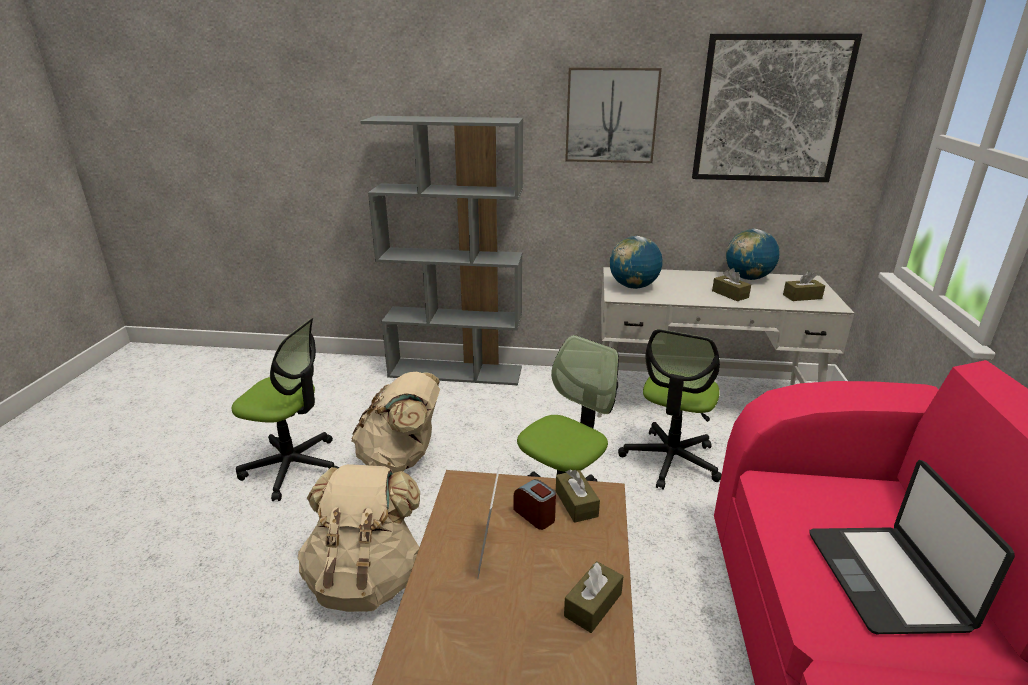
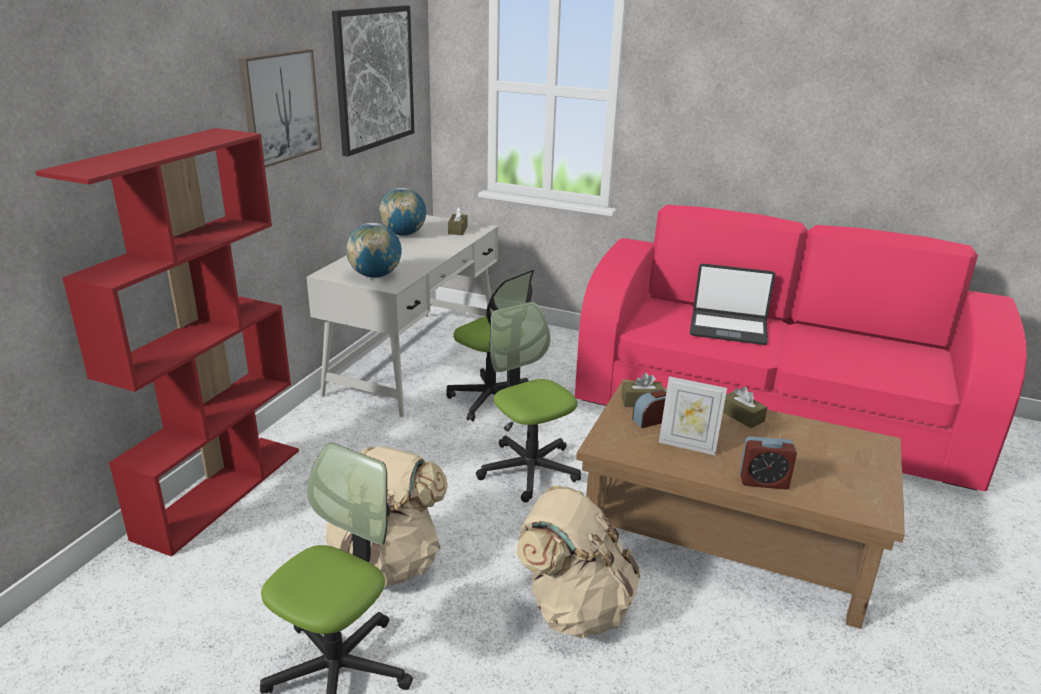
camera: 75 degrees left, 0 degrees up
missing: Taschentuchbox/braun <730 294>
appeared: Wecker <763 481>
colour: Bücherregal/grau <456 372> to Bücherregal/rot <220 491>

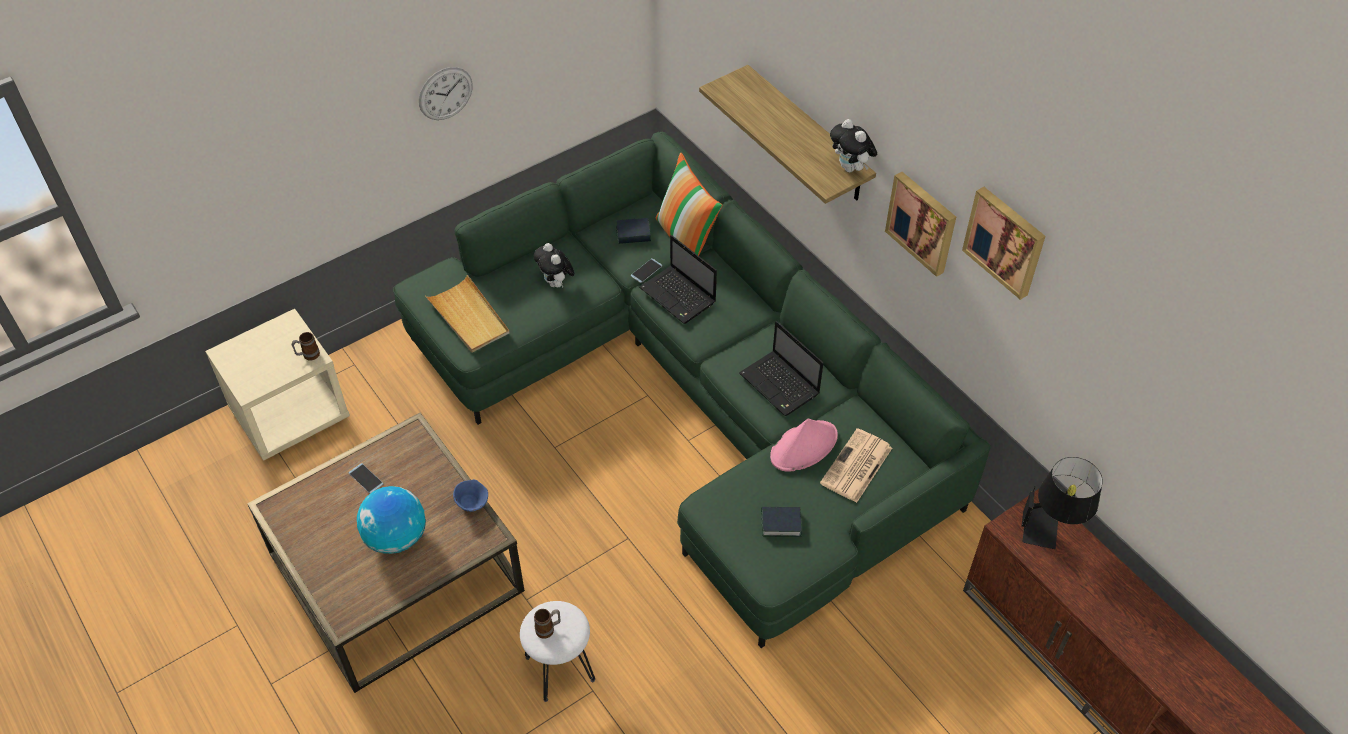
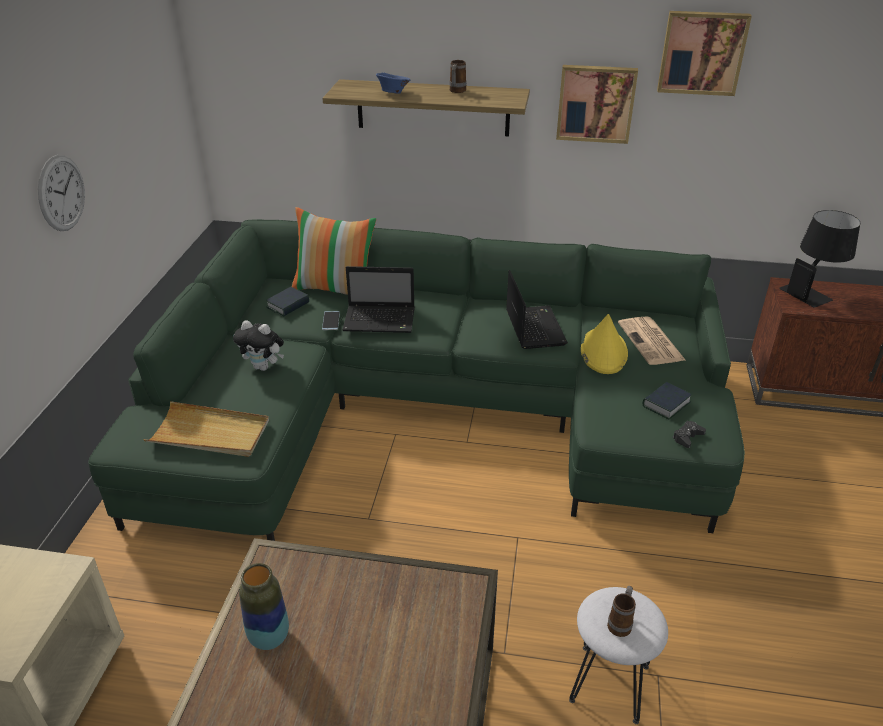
camera: 45 degrees left, 15 degrees down
missing: Globus <396 537>; Plüschtier <851 168>
appeared: Gamepad/schwarz <687 437>
relocated: Henkelbecher <308 356> to <456 91>; Schüssel/blau <472 504> to <393 93>
exchanged: Handy <366 478> to Vase <269 637>
colour: Hut/rosa <804 446> to Hut/gelb <603 352>
spun: Laptop <780 385> = <534 327> 105 degrees counterclockwise

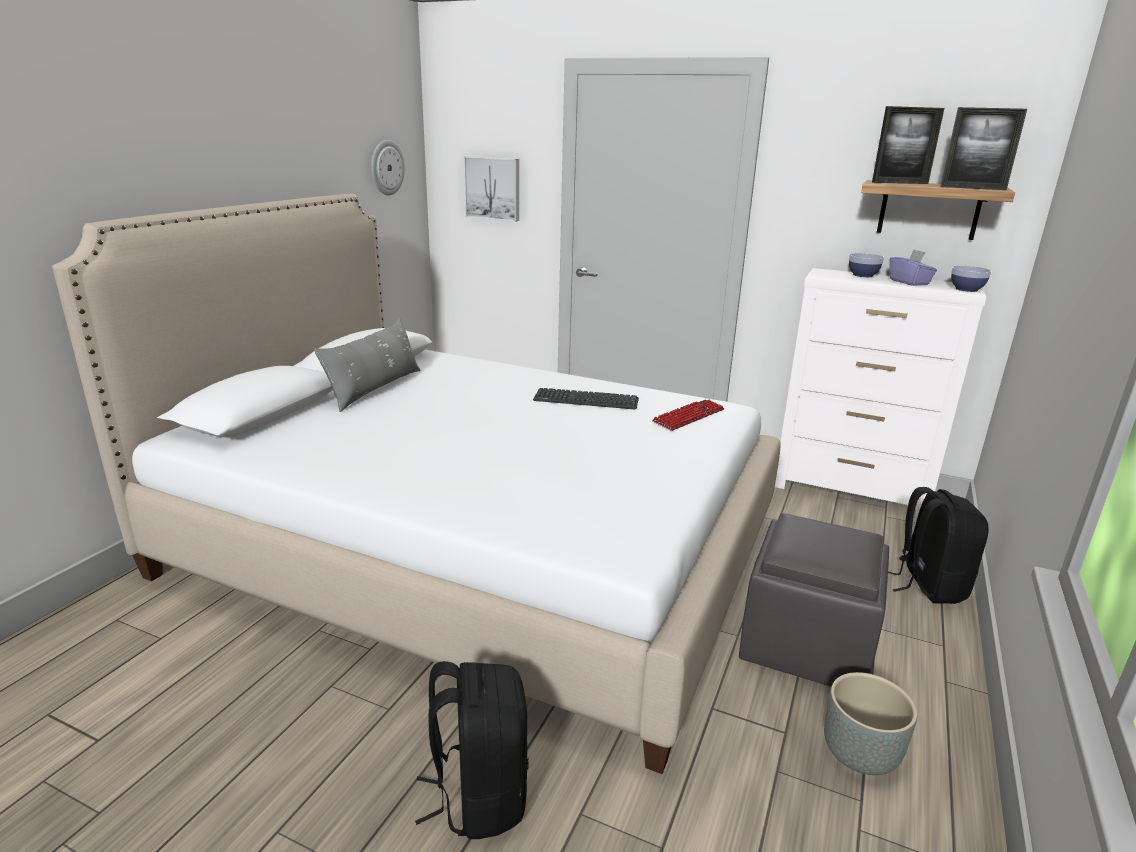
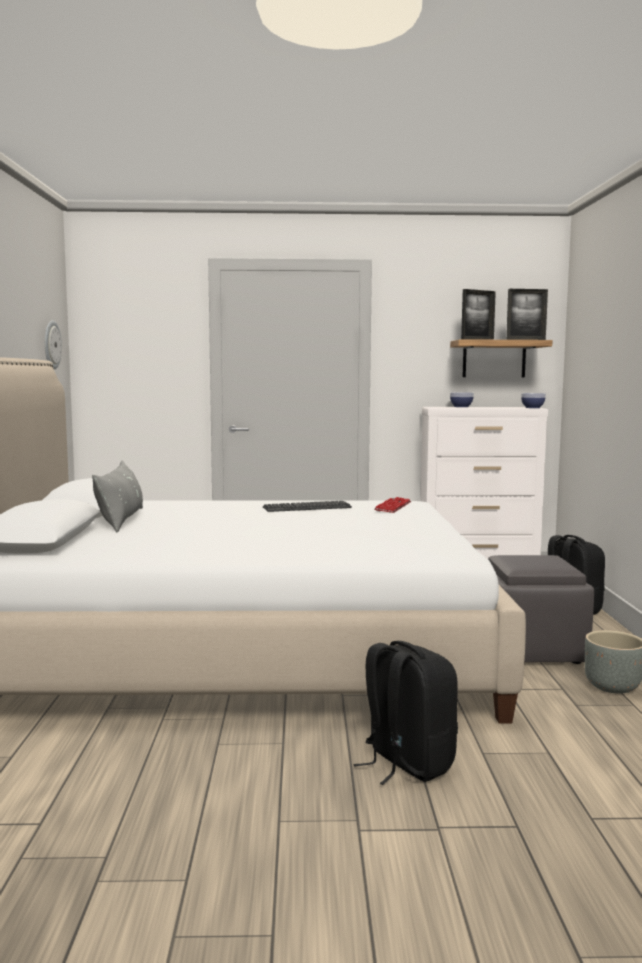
camera: 25 degrees left, 15 degrees down
missing: Bild <493 188>; Taschentuchbox/lila <909 282>

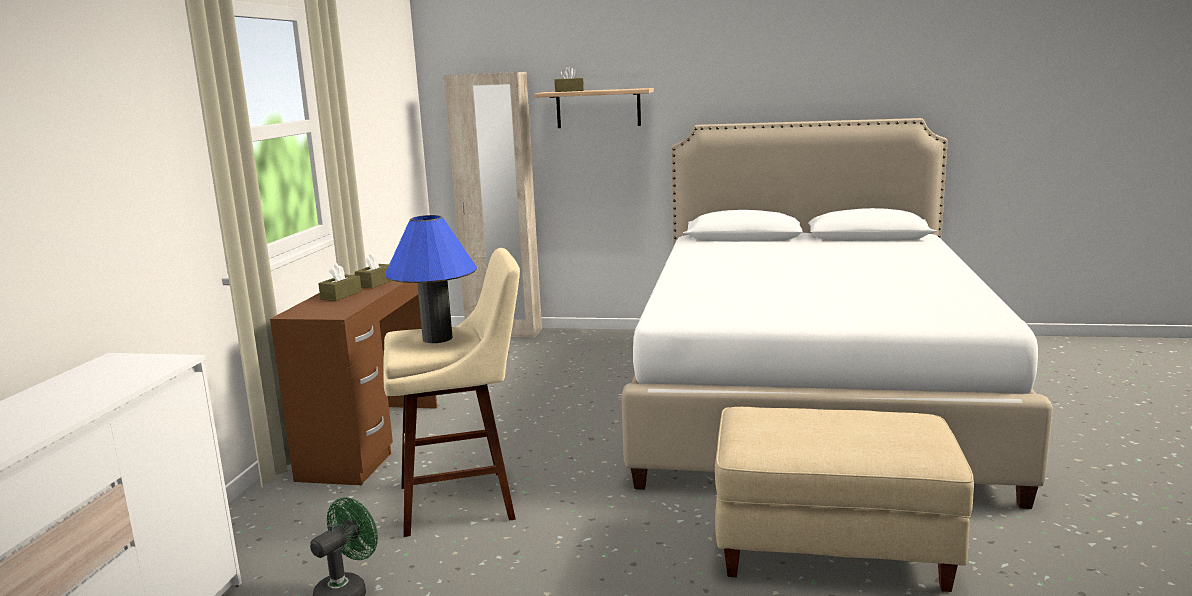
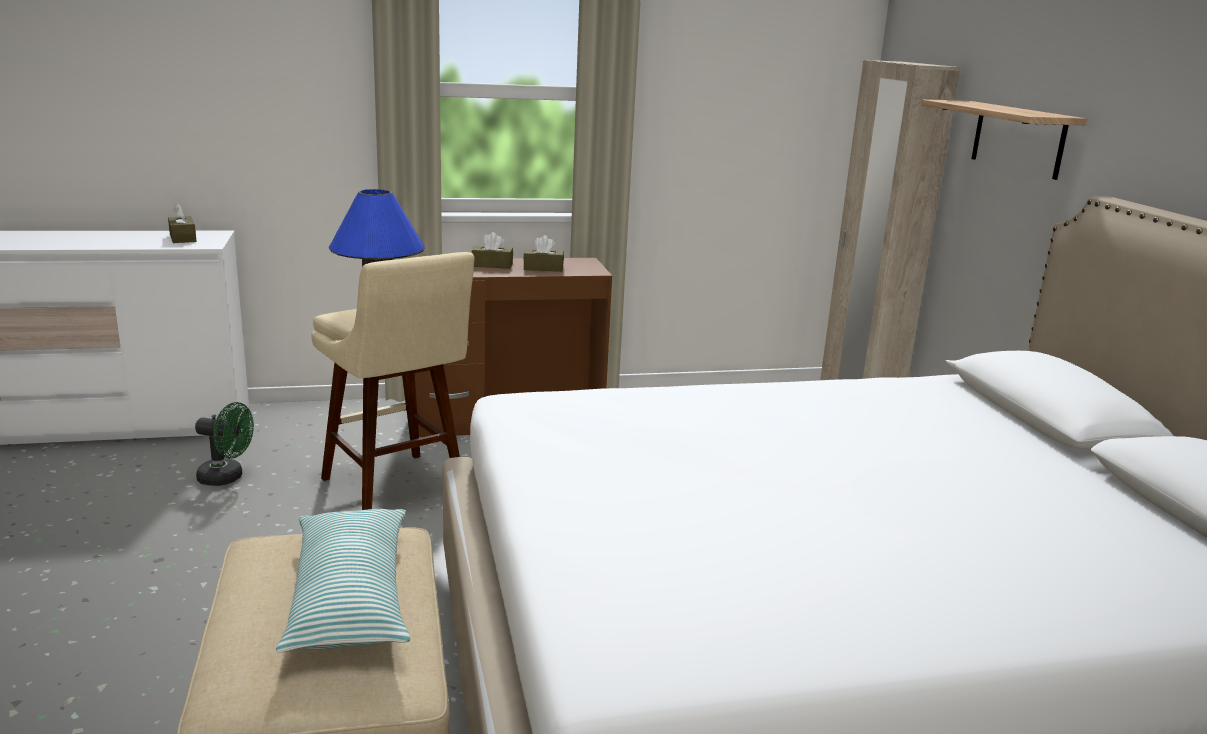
camera: 65 degrees right, 5 degrees up
appeared: Kissen <350 597>
relocated: Taschentuchbox/braun <569 91> to <183 238>

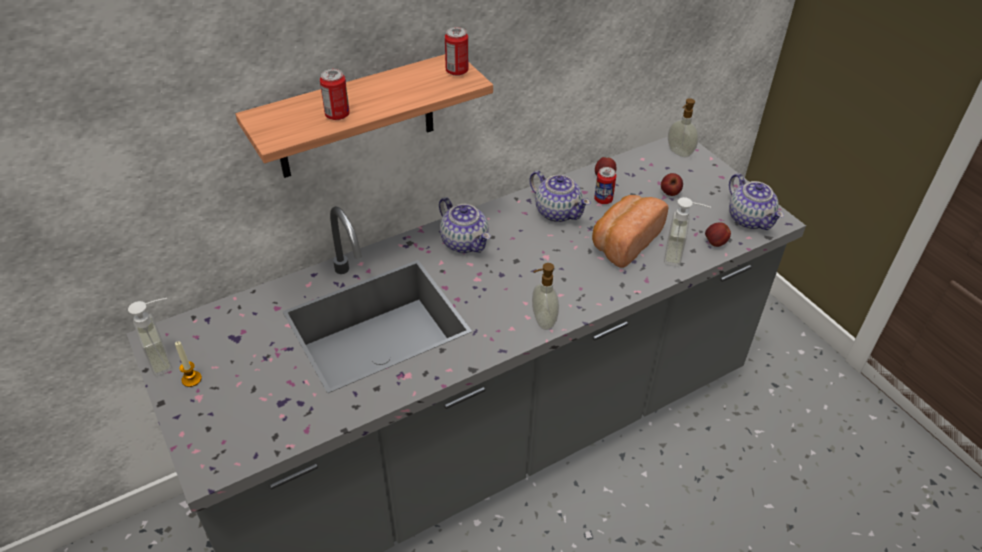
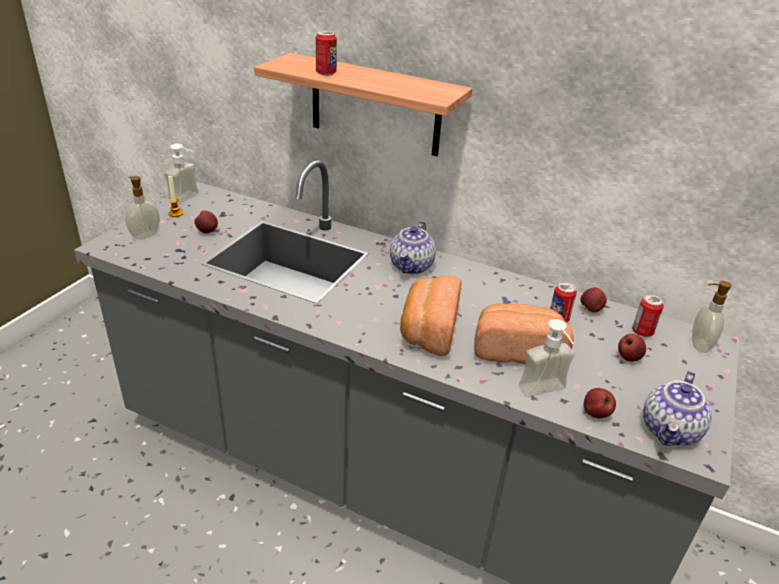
camera: 55 degrees right, 10 degrees down
missing: Teekanne <557 212>
appeared: Apfel <207 231>; Brot <428 330>
relocated: Dose <457 71> to <642 332>; Seifenspender <542 321> to <145 235>

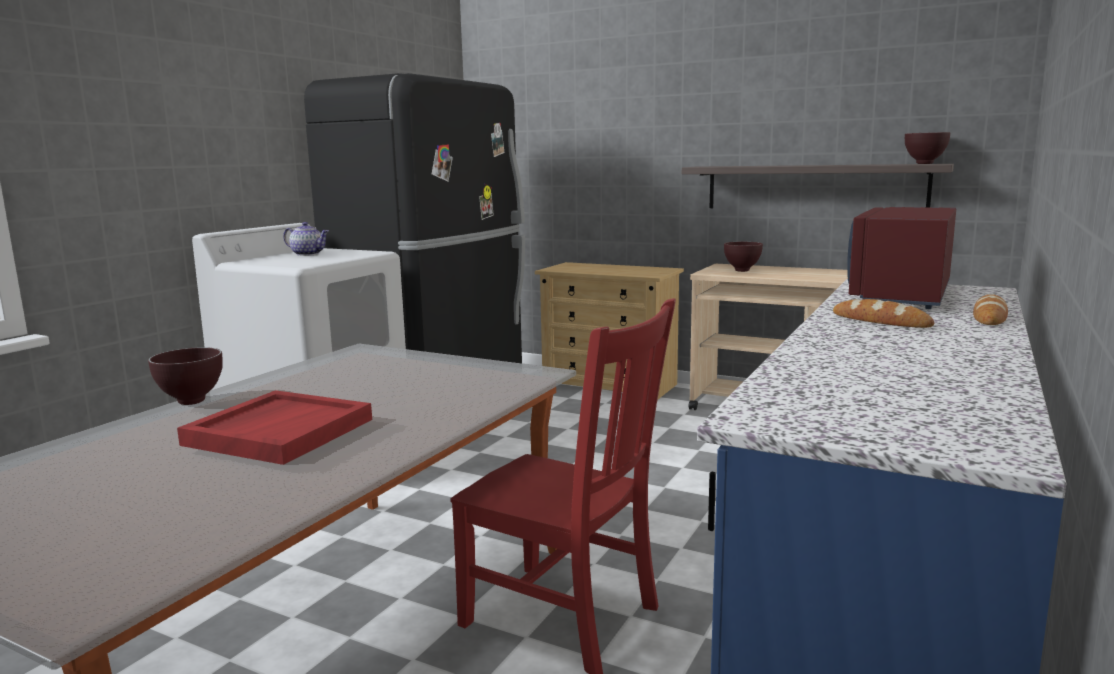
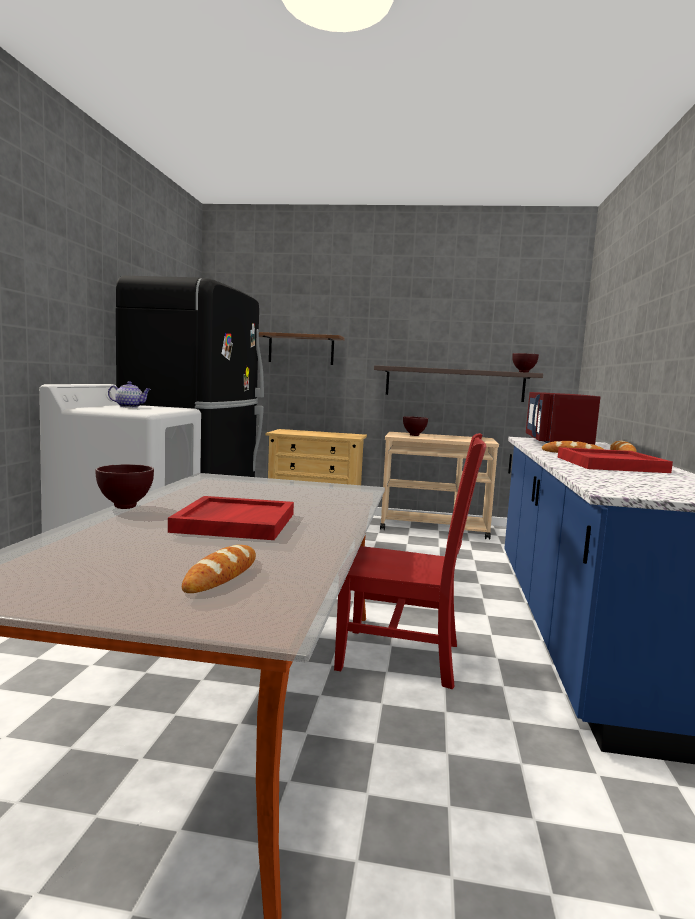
camera: 20 degrees left, 5 degrees down
appeared: Brot <221 575>; Wandregal <301 349>; Tablett/rot <610 464>

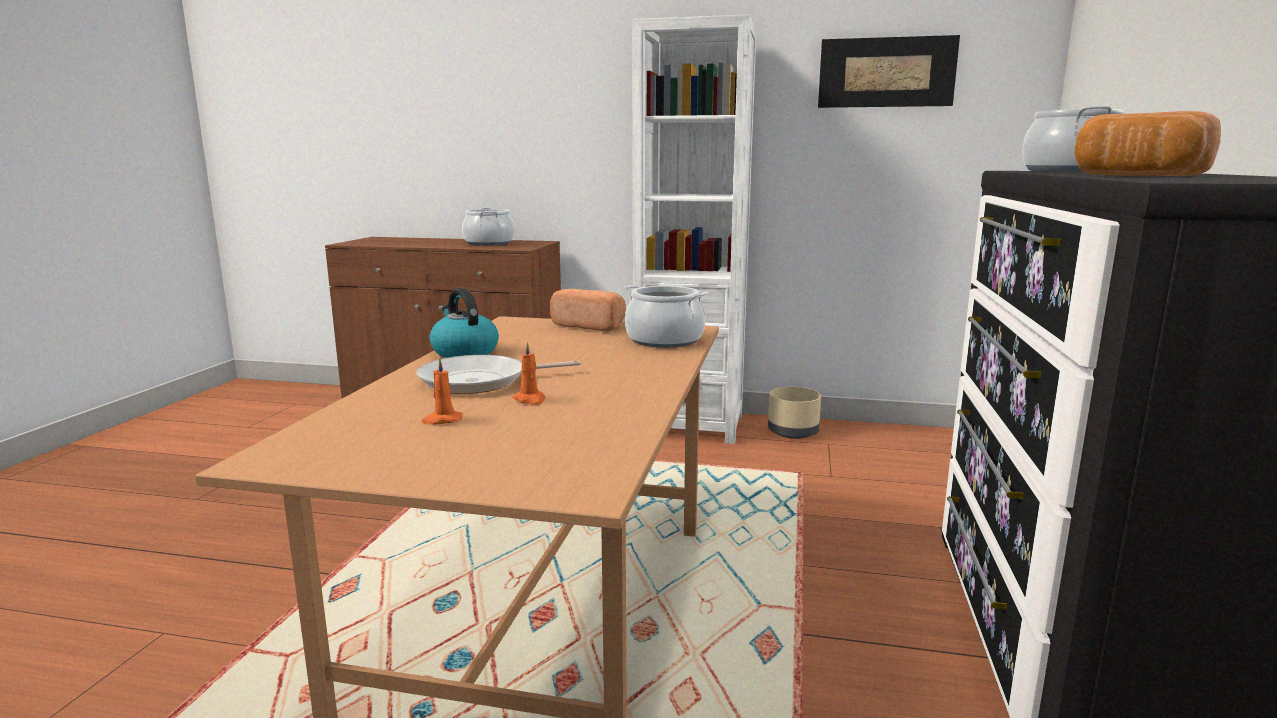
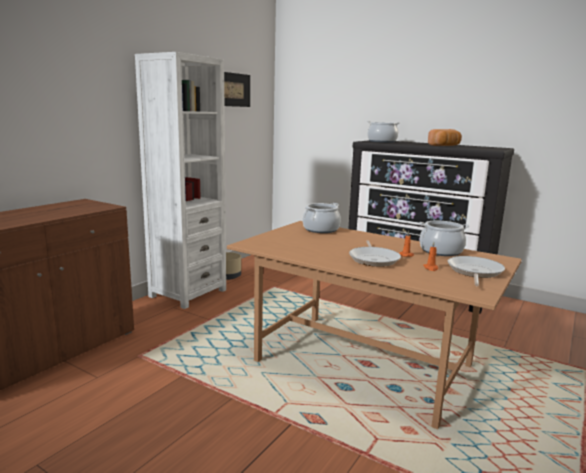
camera: 70 degrees left, 0 degrees up
missing: Wasserkessel <464 351>; Brot <591 326>
appeared: Pfanne <474 272>
relocated: Kochtopf <489 243> to <441 251>

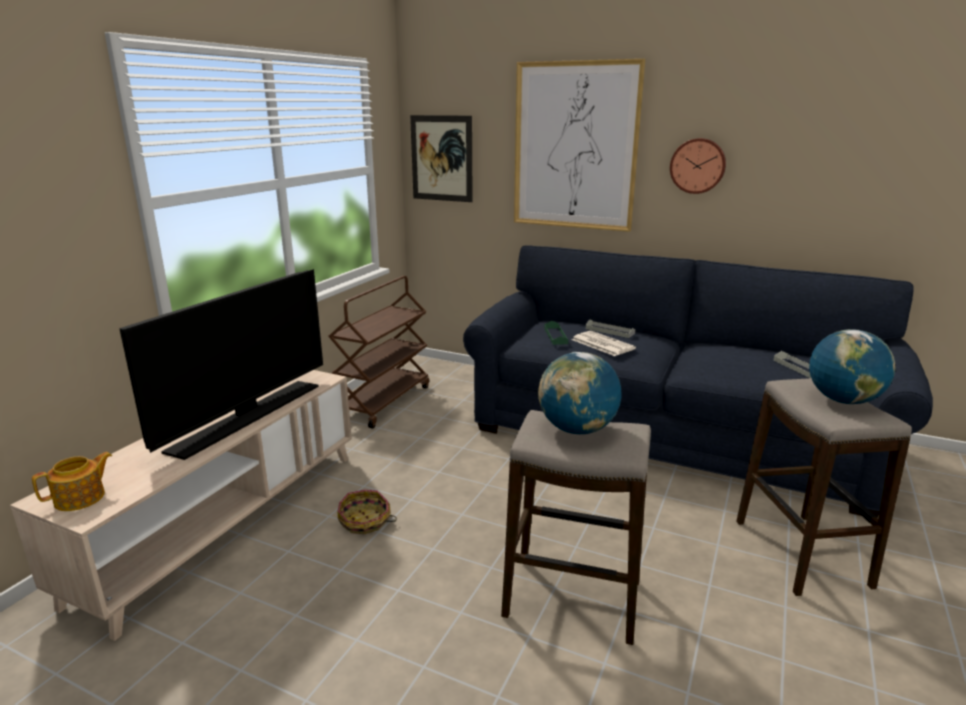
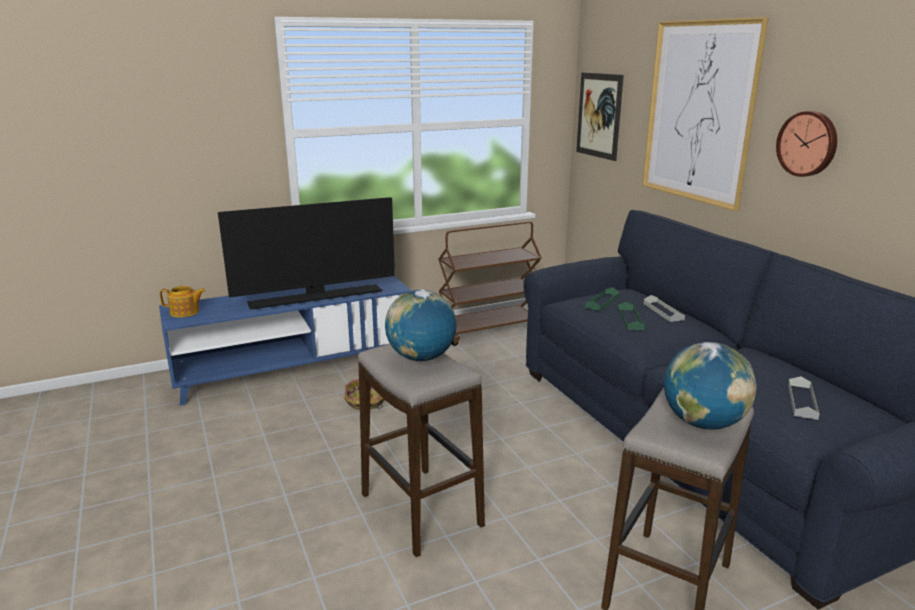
camera: 40 degrees right, 0 degrees up
exchanged: Zeitung <601 344> to Tablett/grün <630 319>
colour: Fernsehschrank/beige <226 522> to Fernsehschrank/blau <296 370>

